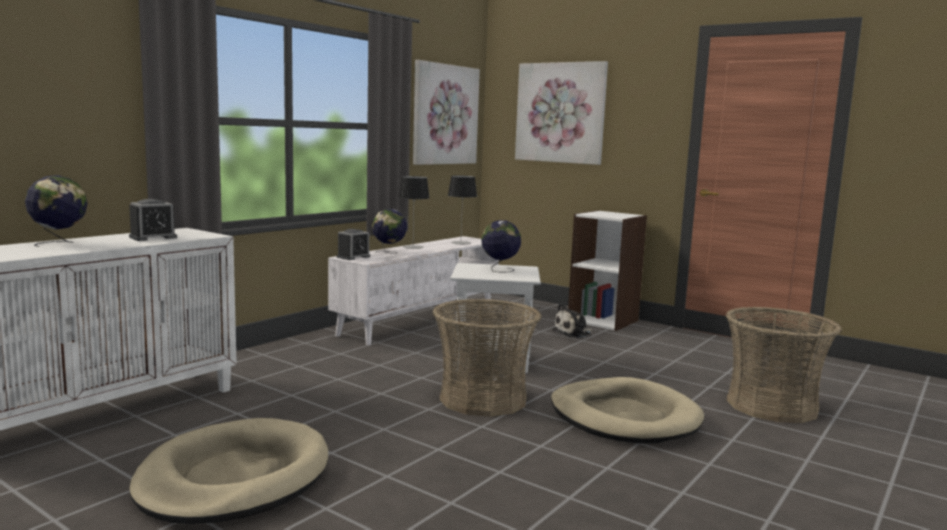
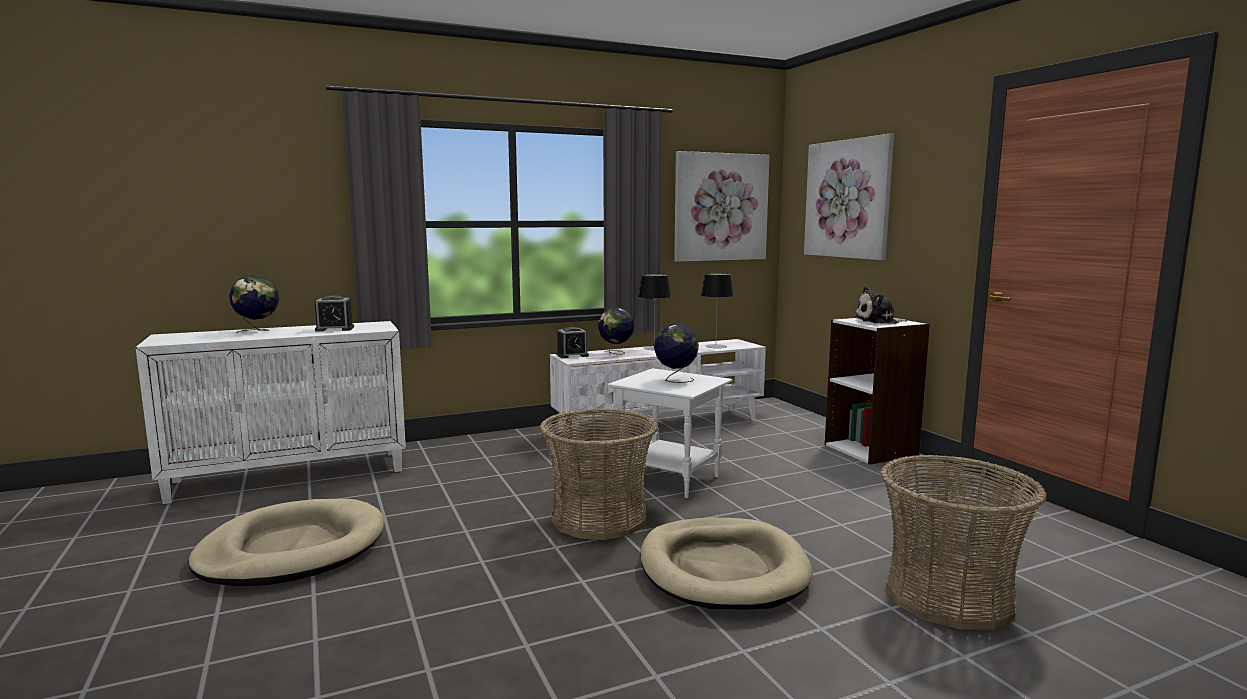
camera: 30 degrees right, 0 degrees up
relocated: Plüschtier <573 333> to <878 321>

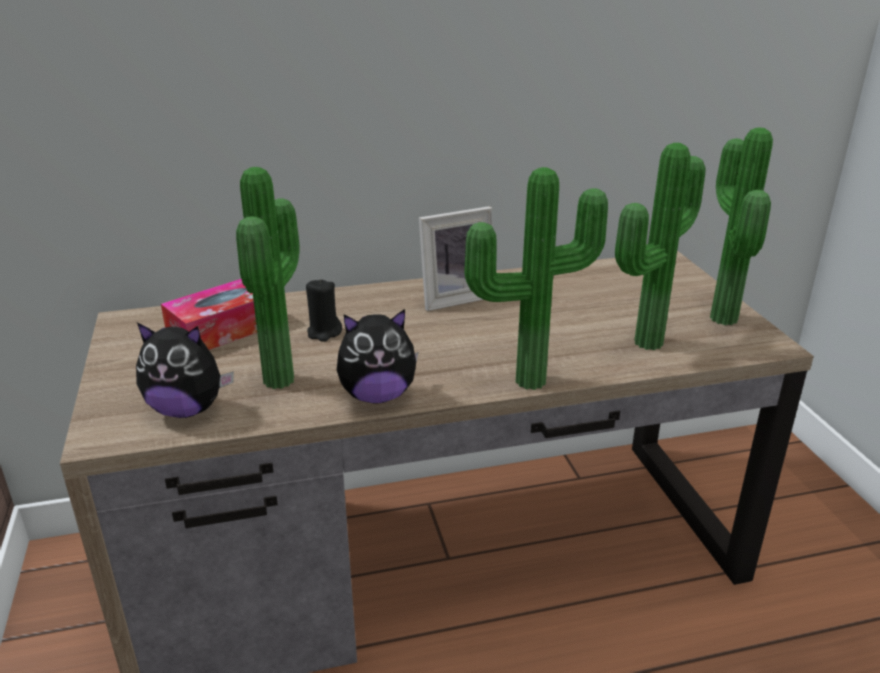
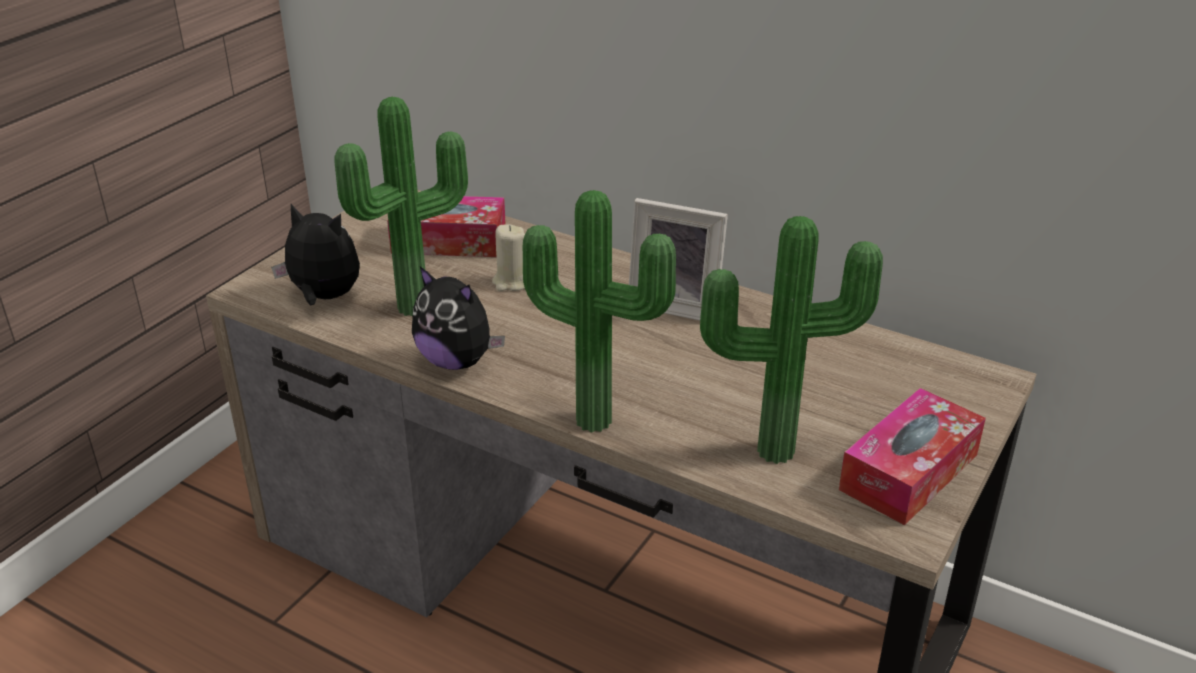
camera: 45 degrees right, 5 degrees up
exchanged: Topfpflanze <718 319> to Taschentuchbox <909 472>
colour: Kerze/schwarz <324 332> to Kerze/beige <511 282>
spun: Plüschtier <187 409> = <323 297> 150 degrees clockwise

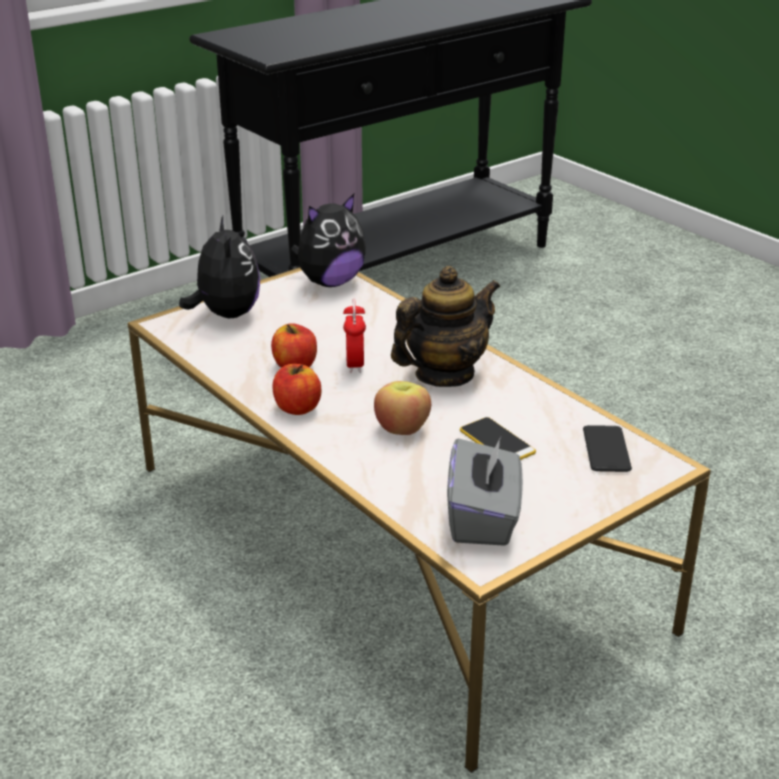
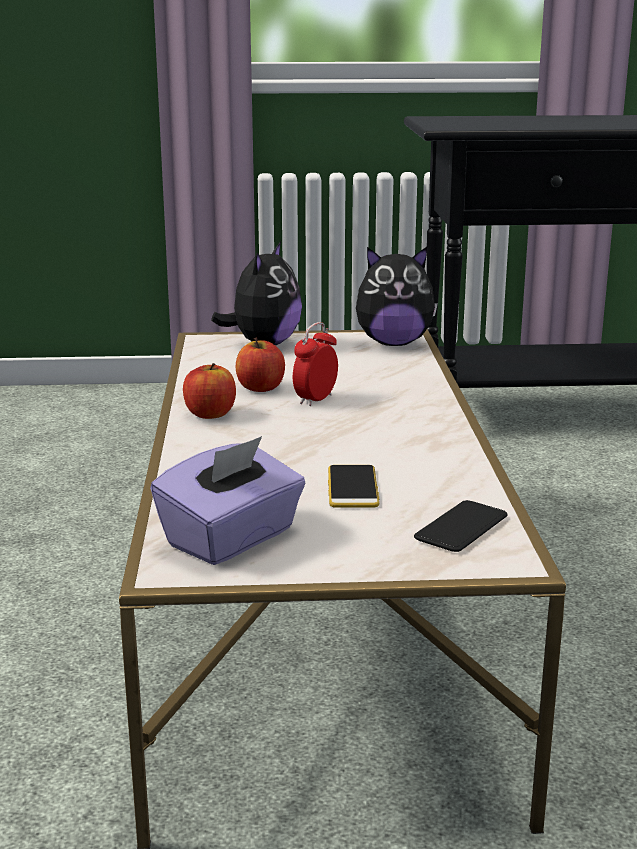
camera: 35 degrees right, 10 degrees down
missing: Apfel <402 428>; Teekanne <444 374>
colour: Taschentuchbox/grau <483 518> to Taschentuchbox/lila <232 539>

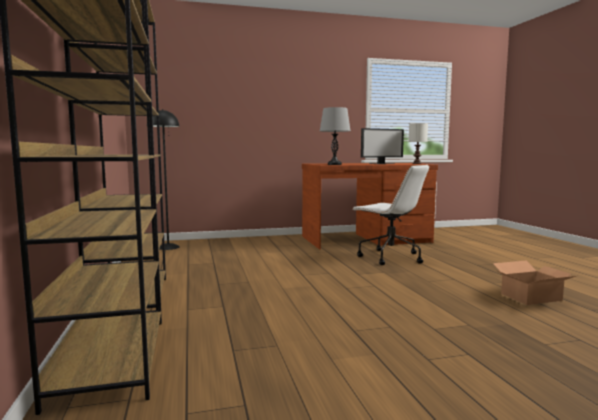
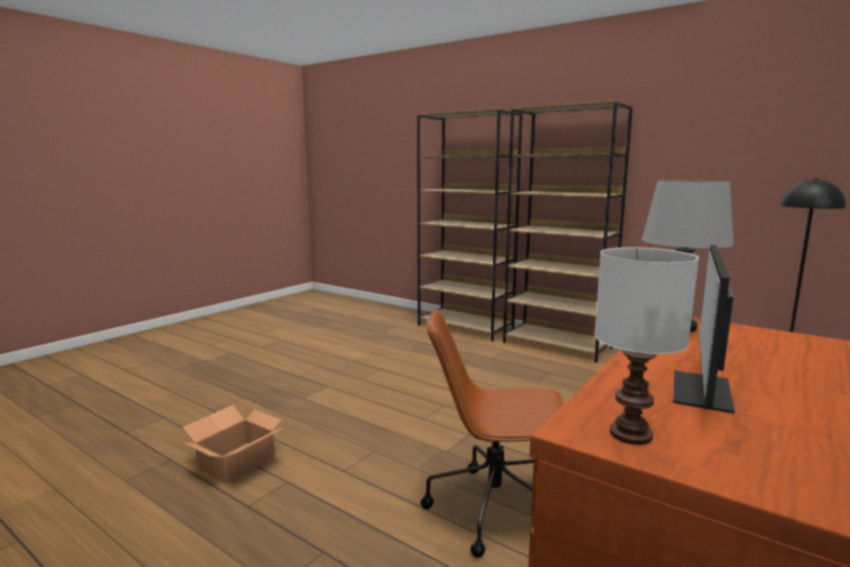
camera: 140 degrees right, 5 degrees up
colour: Bürostuhl/weiß <389 257> to Bürostuhl/braun <496 509>

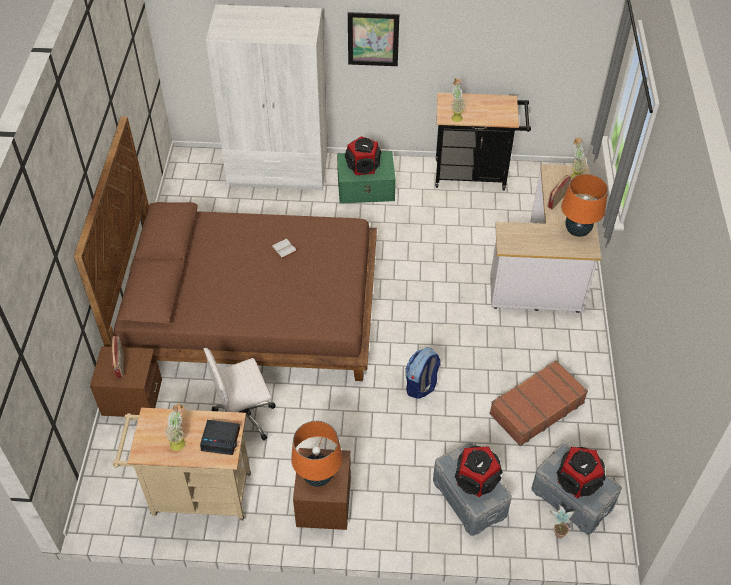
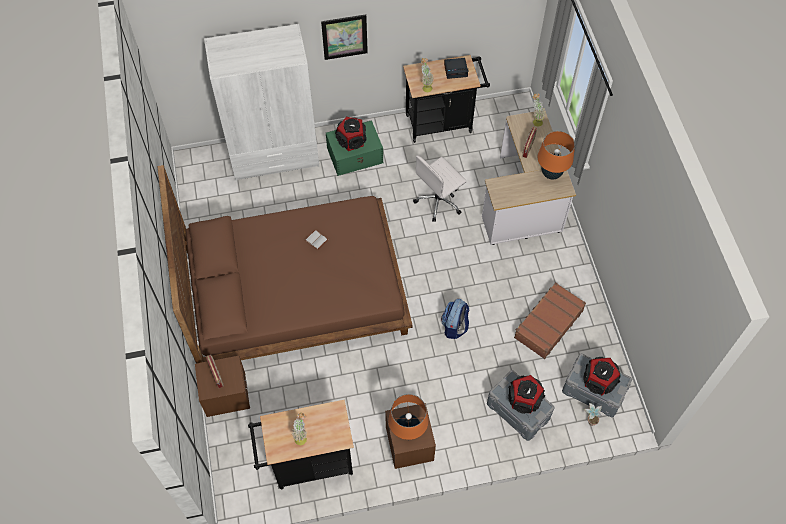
camera: 15 degrees left, 10 degrees up
relocated: Wecker <221 439> to <456 70>; Bürostuhl/weiß <245 417> to <439 201>
colour: Rollwagen/beige <195 494> to Rollwagen/schwarz <307 463>

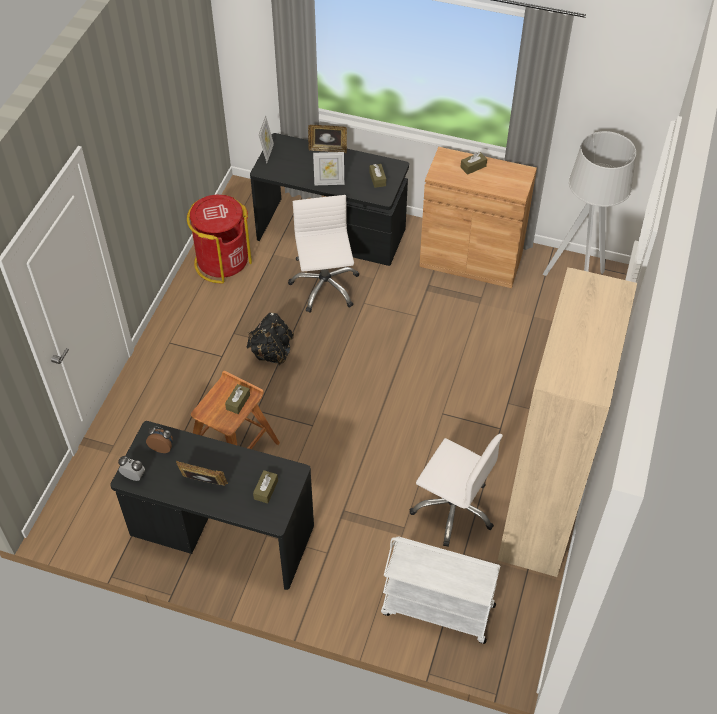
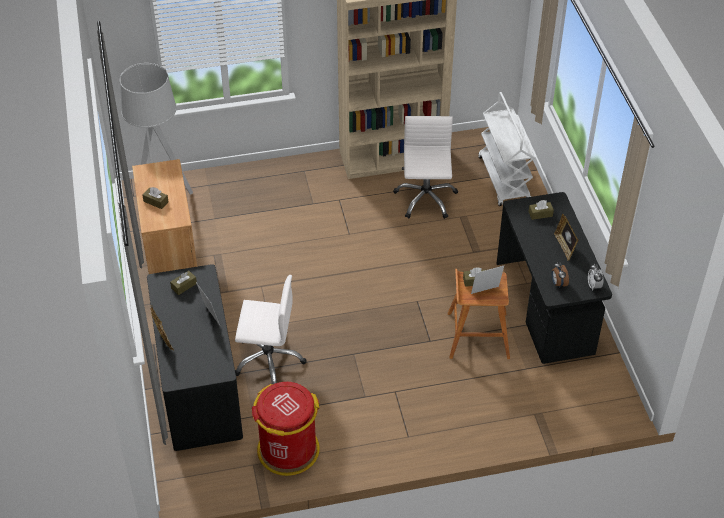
camera: 120 degrees left, 5 degrees down
missing: Rucksack/schwarz <271 353>
relocated: Bilderrahmen <267 153> to <486 292>
spun: Bürostuhl/weiß <324 287> = <269 359> 135 degrees counterclockwise

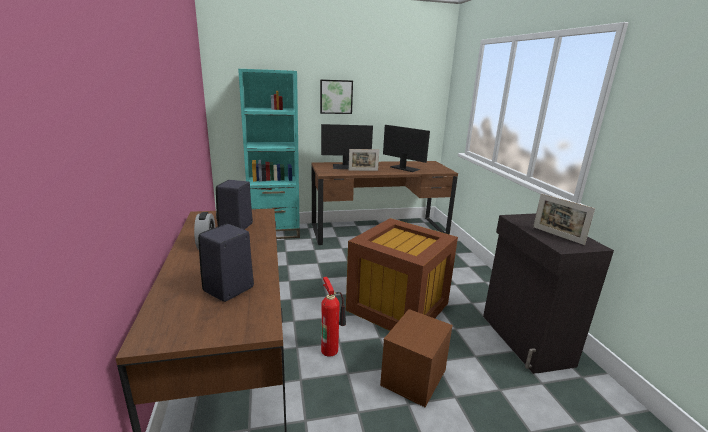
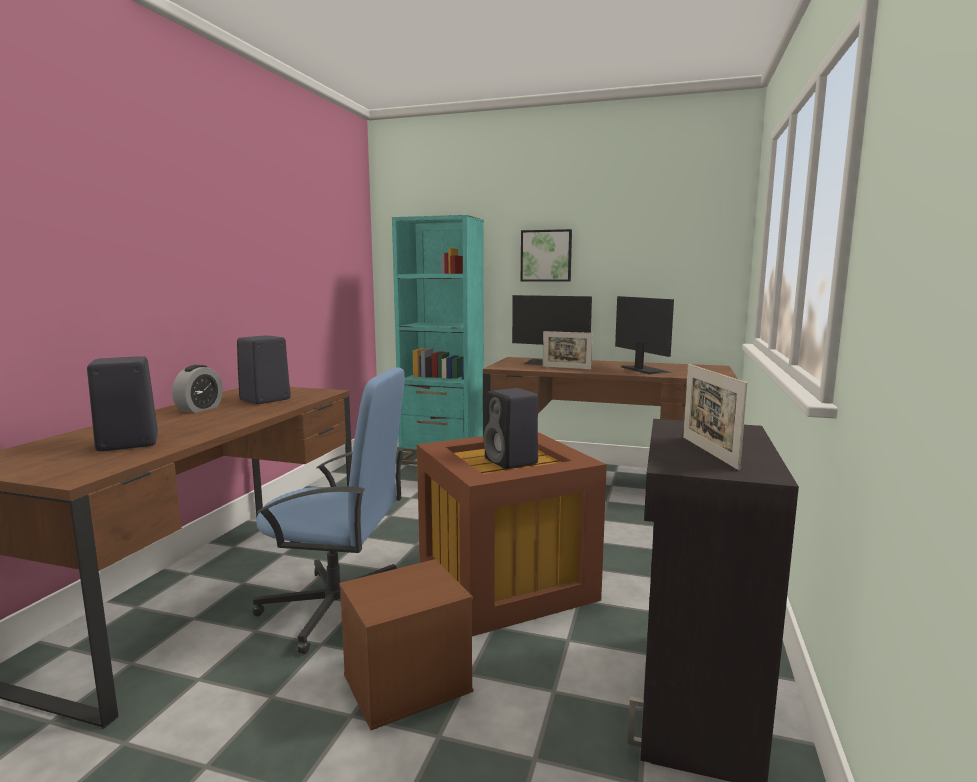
camera: 30 degrees right, 10 degrees down
appeared: Lautsprecher/schwarz <512 461>
exchanged: Feuerlöscher <331 349> to Bürostuhl/blau <337 608>

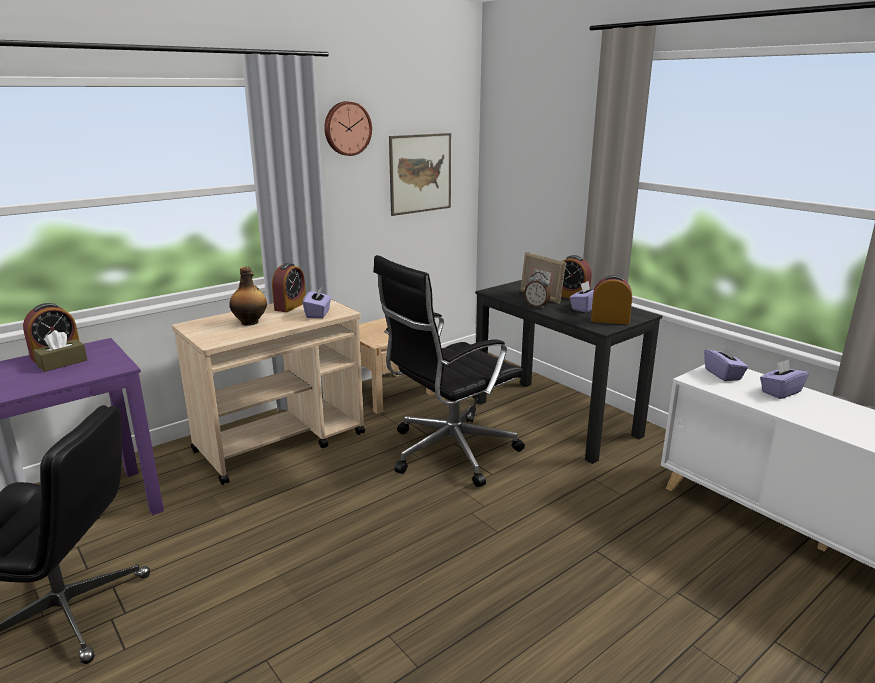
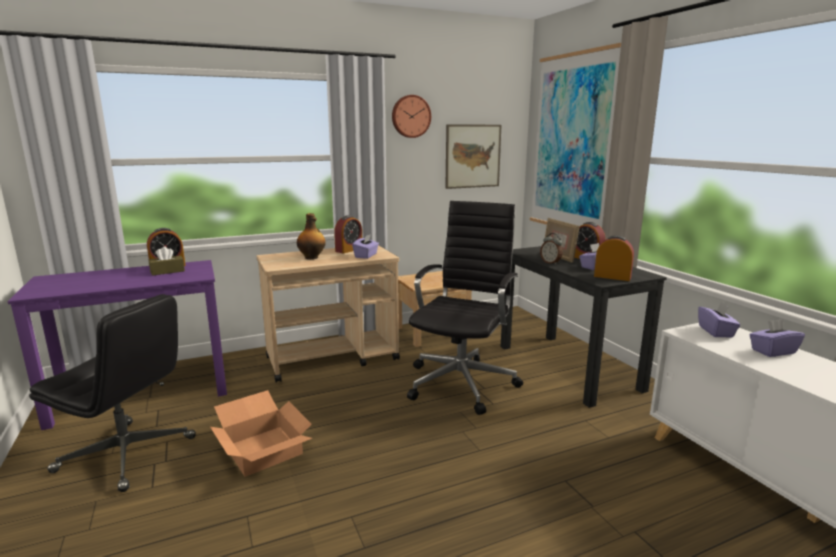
camera: 15 degrees right, 5 degrees down
appeared: Karton <261 449>; Bild <572 144>
spun: Bürostuhl/schwarz <449 452> = <462 382> 135 degrees clockwise

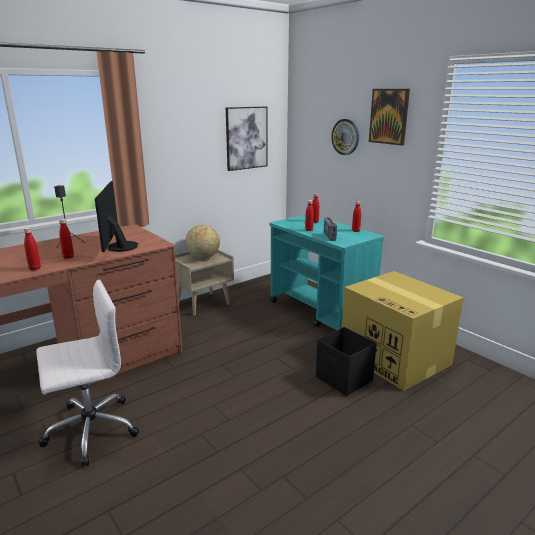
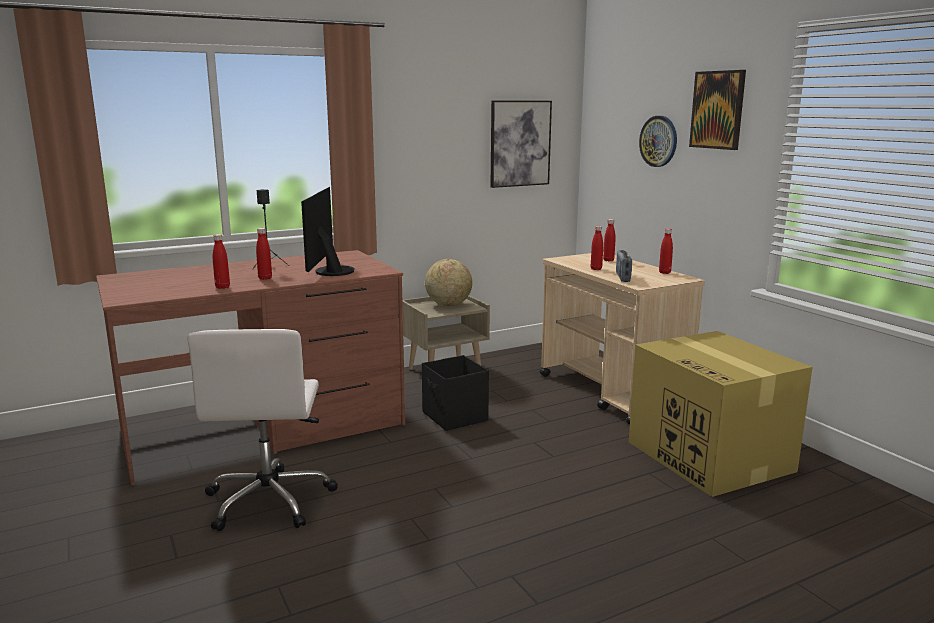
camera: 10 degrees right, 5 degrees down
relocated: Aufbewahrungsbox/schwarz <344 379> to <455 417>
colour: Rollwagen/türkis <321 312> to Rollwagen/beige <612 393>
spun: Bürostuhl/weiß <90 430> = <270 500> 105 degrees clockwise

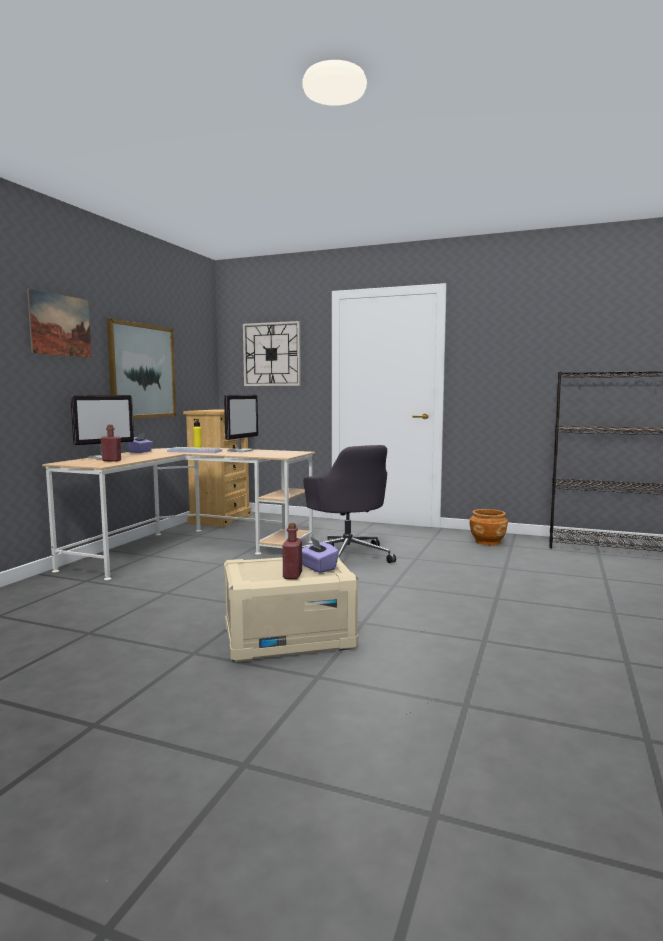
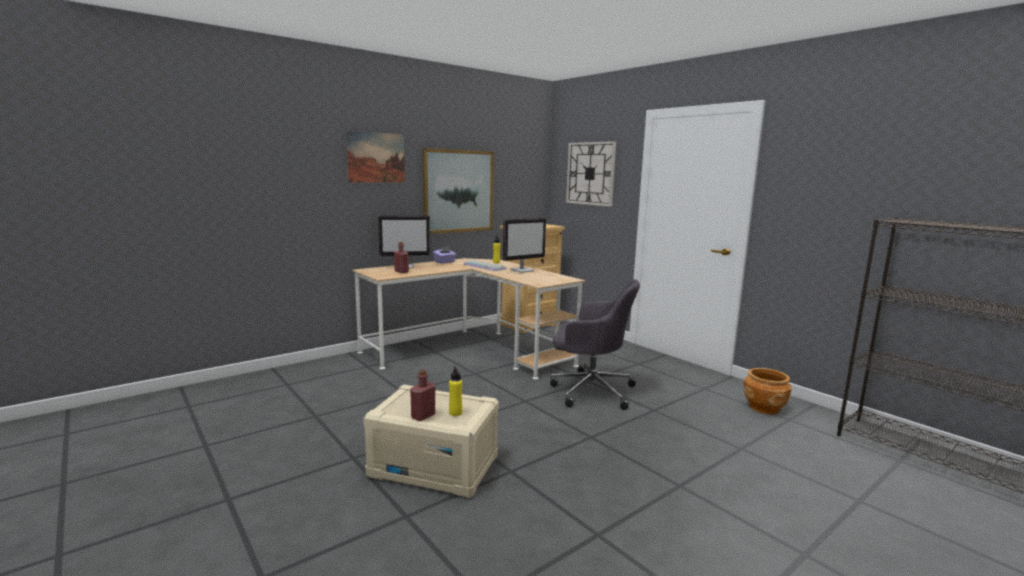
camera: 30 degrees right, 5 degrees up
exchanged: Taschentuchbox/lila <318 568> to Flasche/gelb <455 413>
spun: Bürostuhl/grau <348 556> = <590 390> 75 degrees counterclockwise

